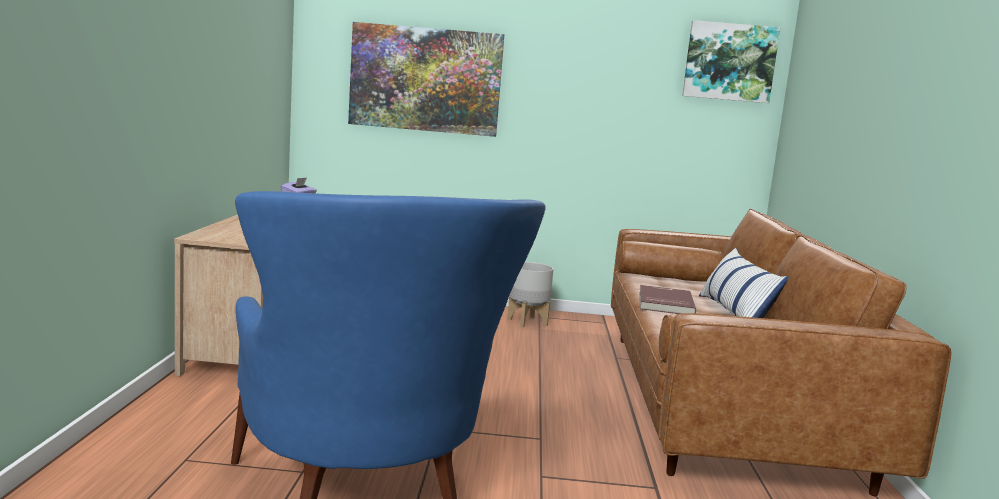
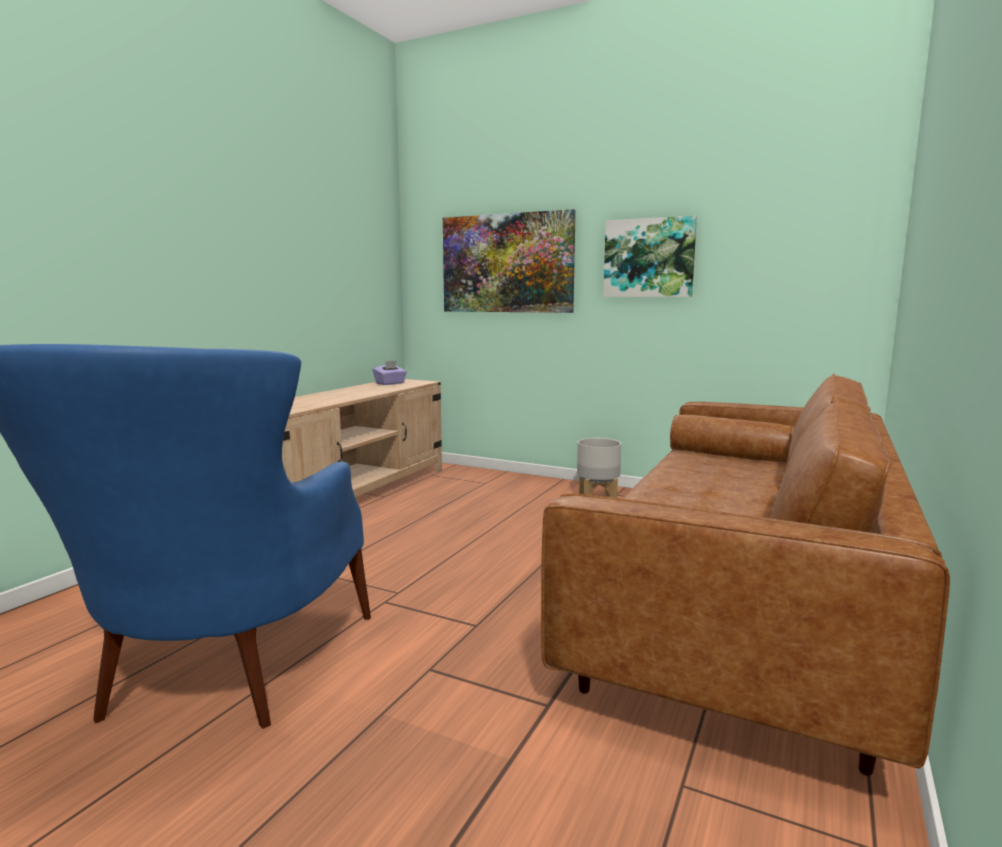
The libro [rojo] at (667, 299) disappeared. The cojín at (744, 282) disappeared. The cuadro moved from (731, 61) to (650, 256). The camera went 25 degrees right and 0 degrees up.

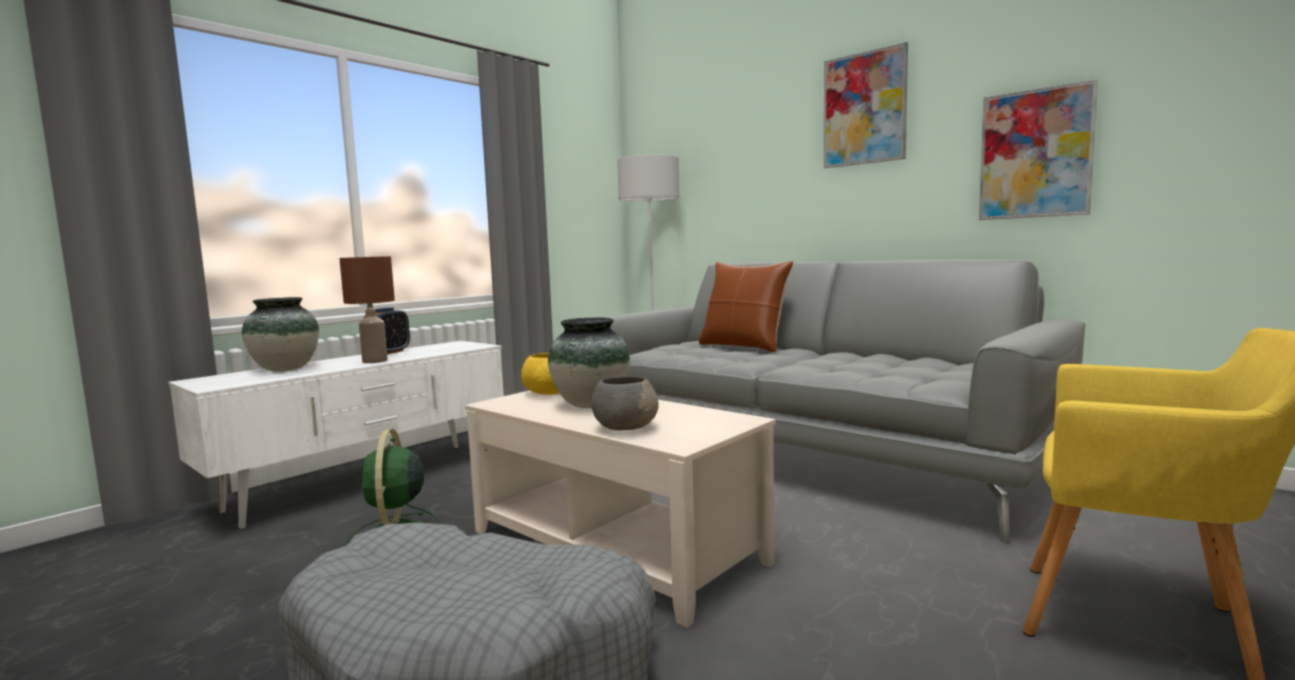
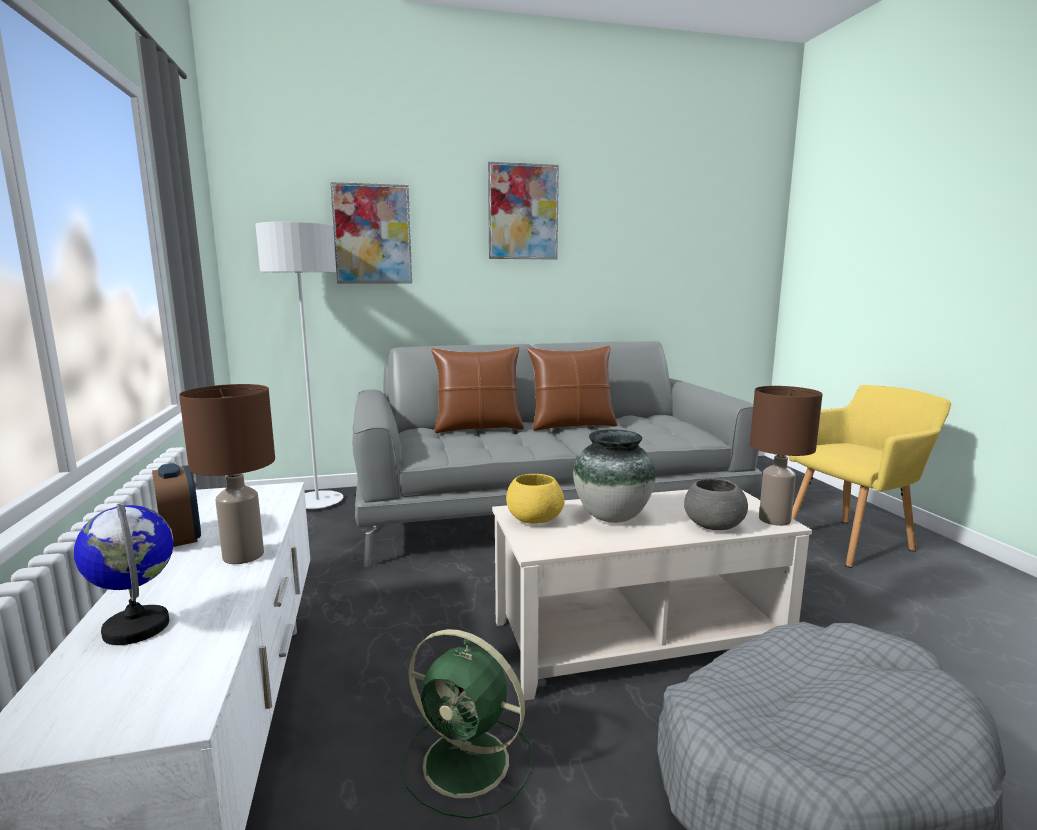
The cojín [marrón] at (572, 388) appeared. The lámpara de mesa [marrón] at (786, 456) appeared. The cuadro moved from (1038, 149) to (371, 232). The florero at (280, 334) was replaced by the globo terráqueo at (124, 574). The camera went 55 degrees left and 5 degrees up.

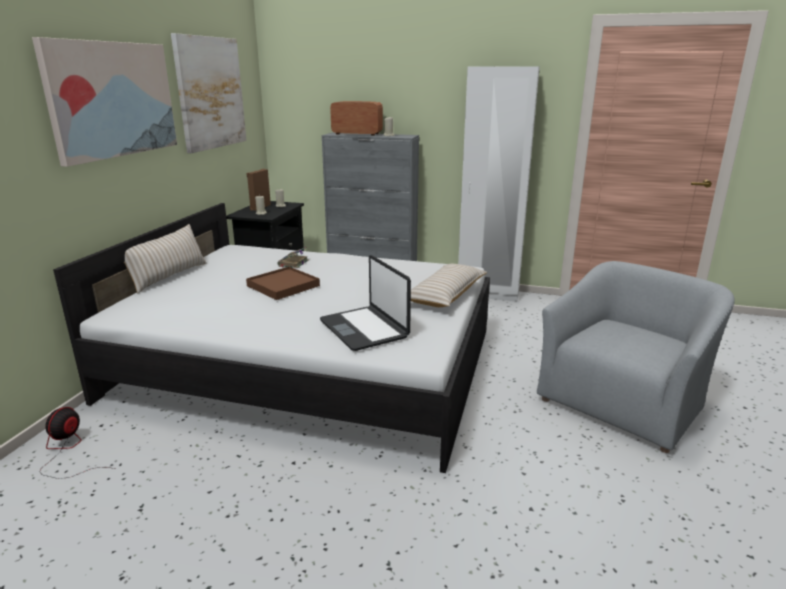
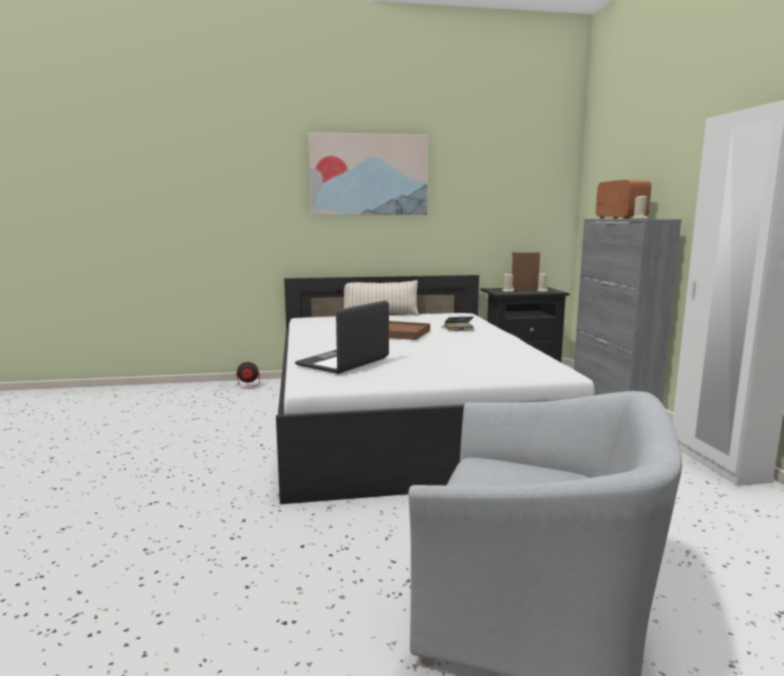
The cuadro at (208, 93) disappeared. The cojín [beis] at (449, 285) disappeared. The camera went 65 degrees right and 10 degrees down.

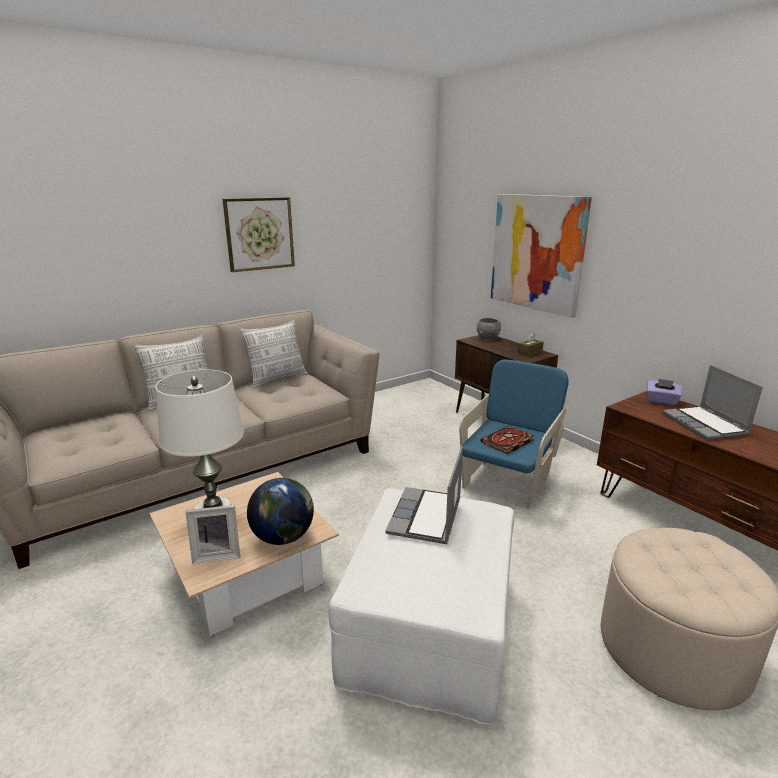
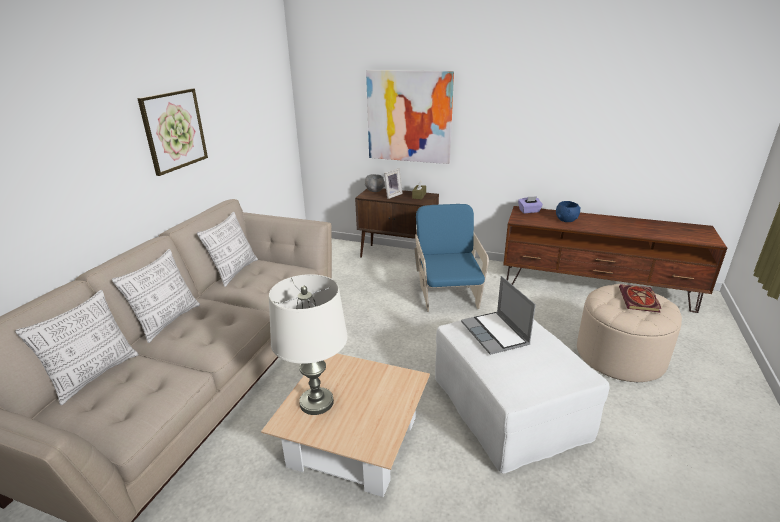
The globo terráqueo at (280, 511) disappeared. The cojín at (77, 347) appeared. The portarretratos moved from (212, 534) to (393, 183). The libro moved from (507, 440) to (640, 298). The portátil at (712, 402) was replaced by the cuenco [azul] at (568, 211). The camera went 35 degrees left and 5 degrees up.

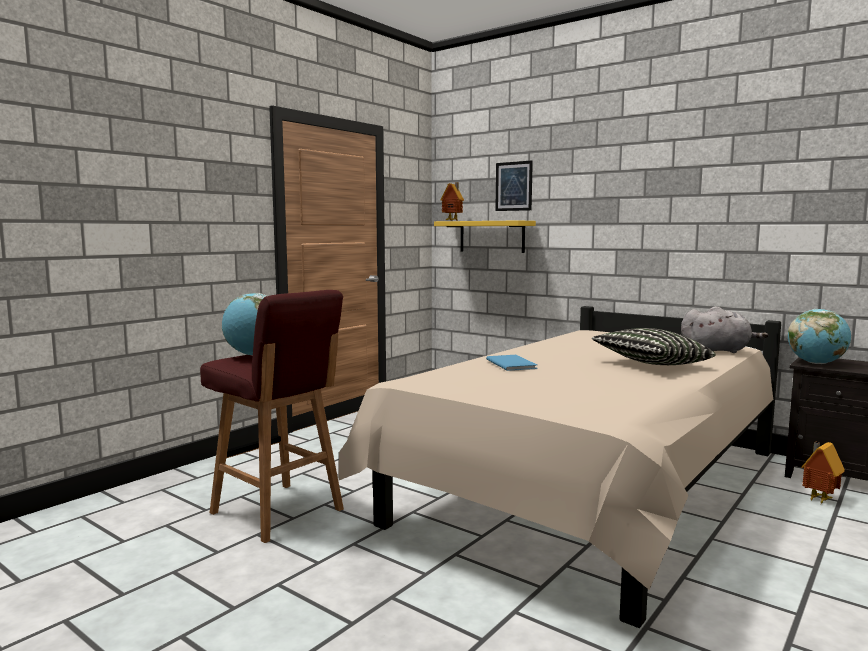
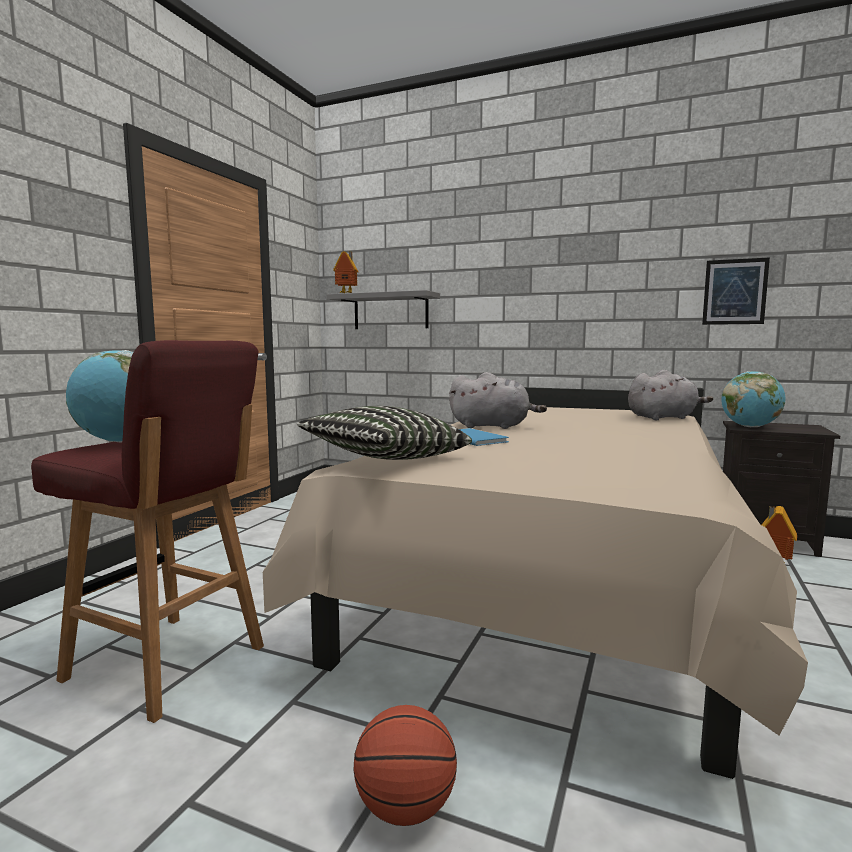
The balón de baloncesto at (405, 765) appeared. The peluche [gris] at (498, 400) appeared. The cuadro moved from (514, 185) to (736, 291). The cojín moved from (654, 346) to (384, 433). The estante [amarillo] at (485, 236) became the estante [gris] at (383, 309). The camera went 15 degrees left and 0 degrees up.

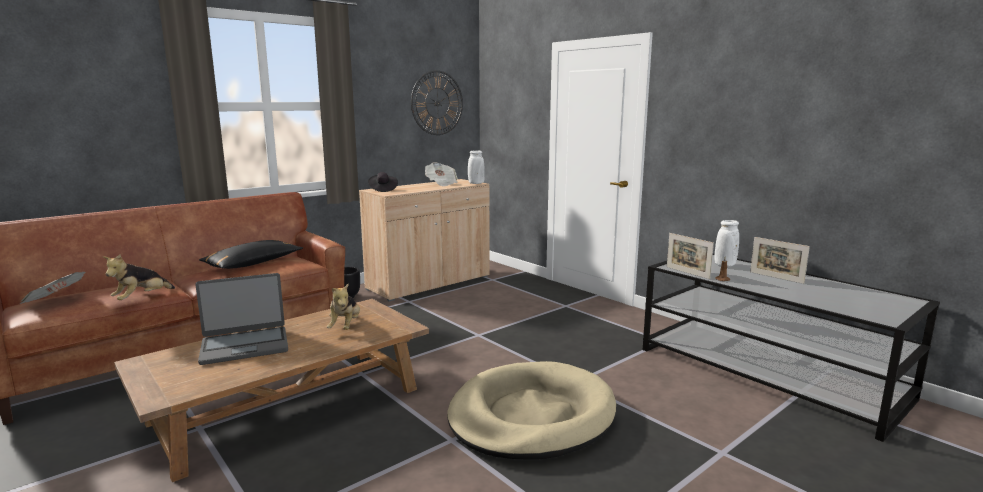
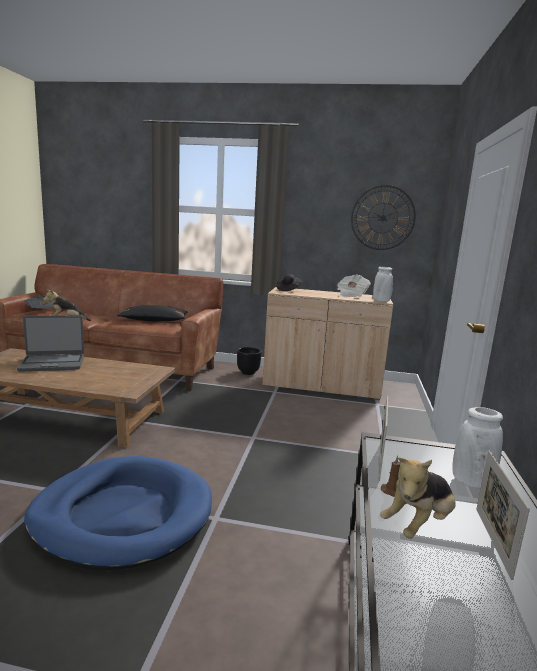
The peluche moved from (343, 306) to (418, 498). The cama para perro [beis] at (531, 410) became the cama para perro [azul] at (118, 513). The portátil at (241, 319) turned 45 degrees counterclockwise. The camera went 50 degrees right and 0 degrees up.

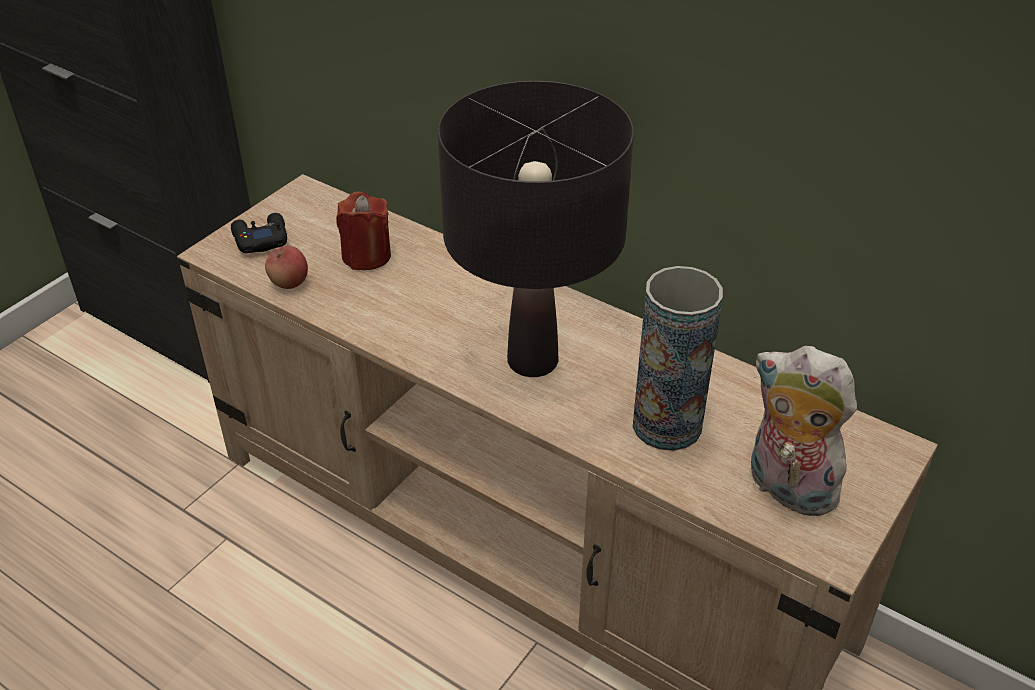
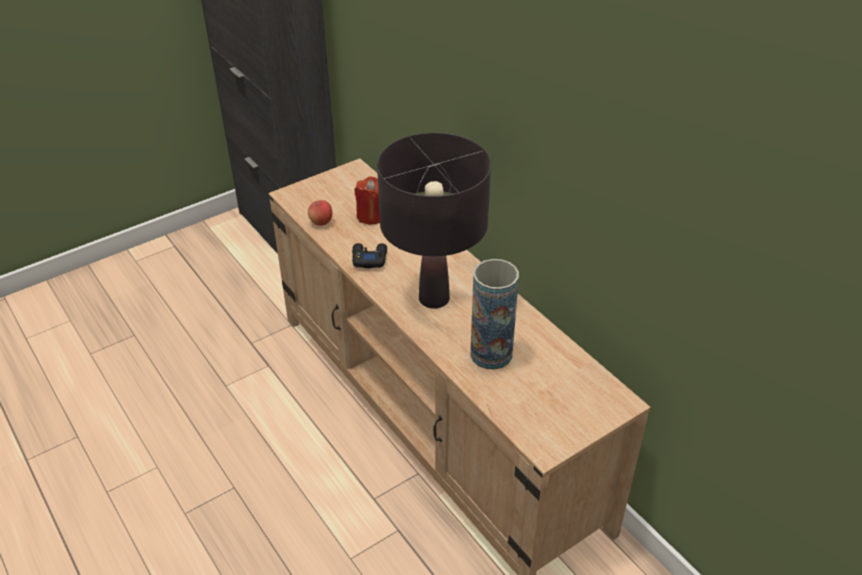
The peluche at (804, 431) disappeared. The mando de consola [negro] moved from (259, 233) to (369, 255). The camera went 20 degrees right and 0 degrees up.

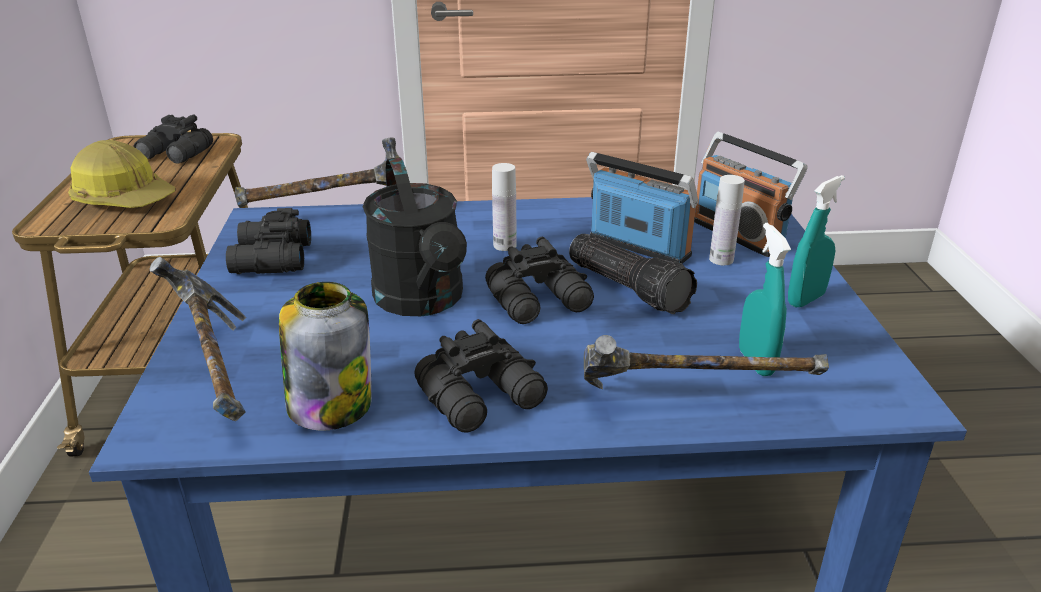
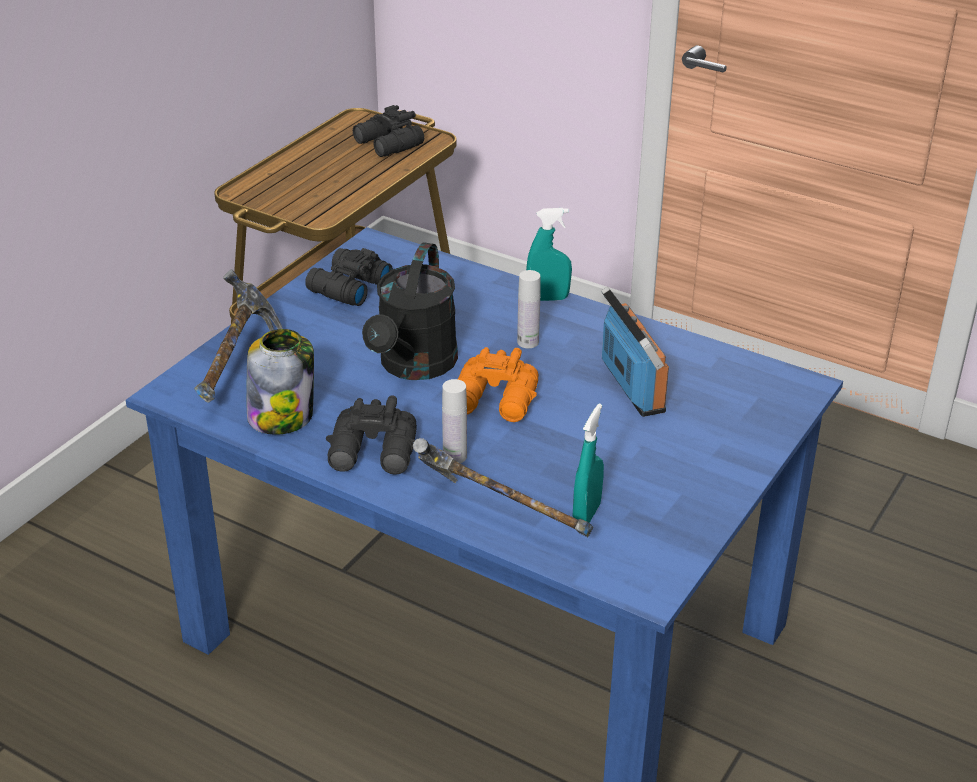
The casco at (121, 174) disappeared. The martillo at (317, 173) disappeared. The linterna at (633, 274) disappeared. The radio at (751, 194) disappeared. The botella [blanco] moved from (727, 220) to (454, 421). The pulverizador [turquesa] moved from (816, 241) to (549, 254). The prismáticos [negro] at (539, 280) became the prismáticos [naranja] at (498, 384). The camera went 35 degrees right and 5 degrees up.

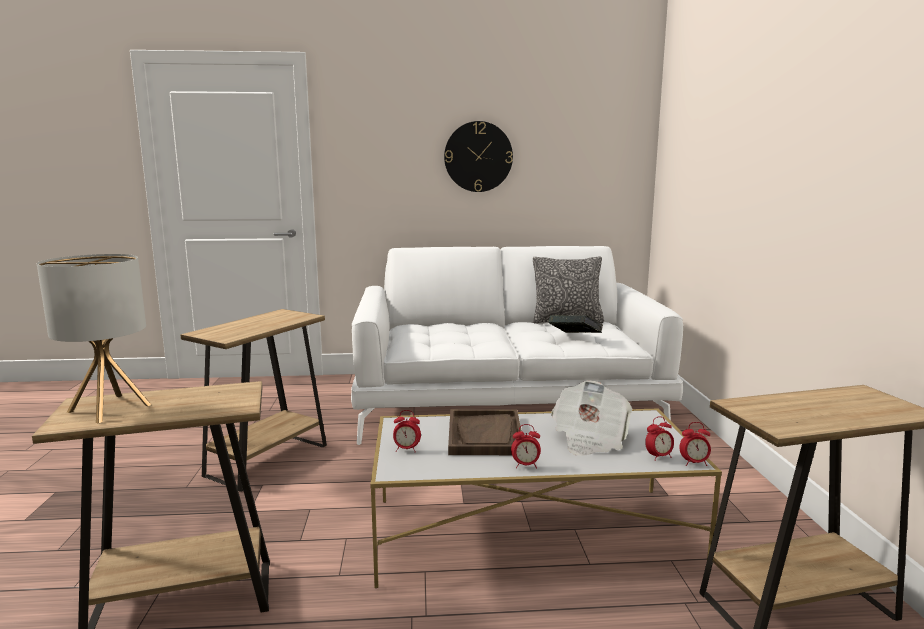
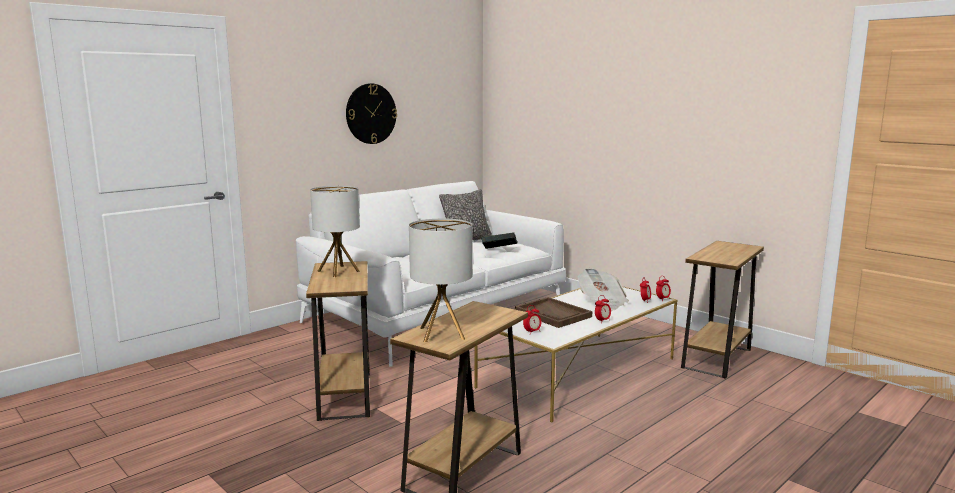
The lámpara de mesa at (335, 231) appeared. The camera went 40 degrees left and 0 degrees up.

